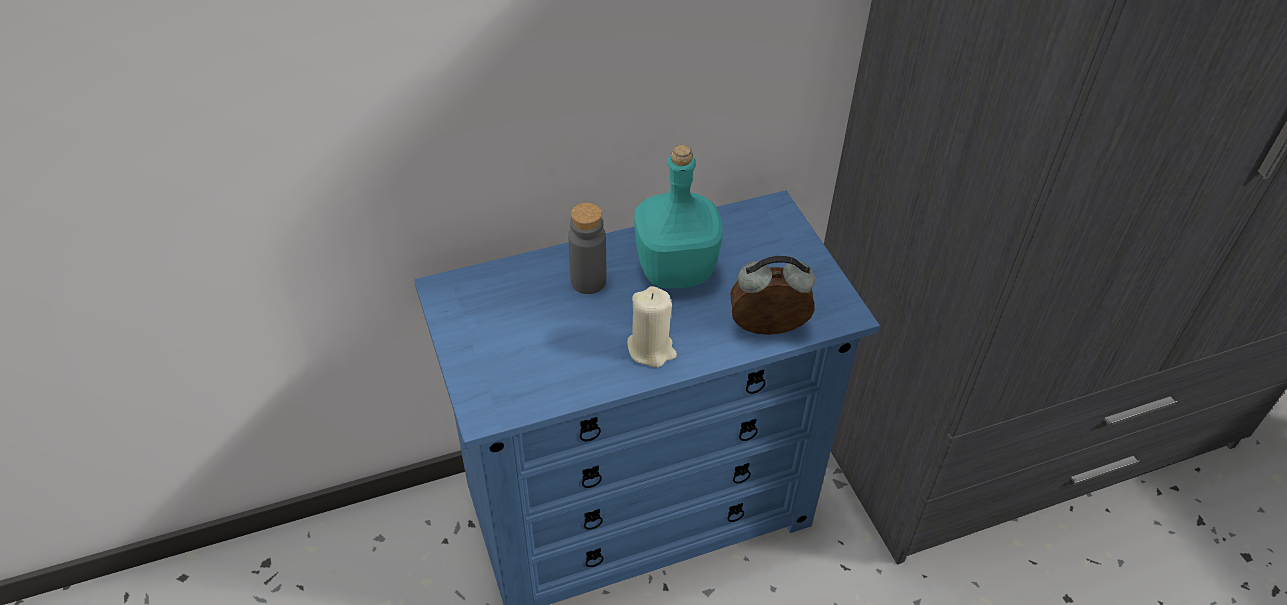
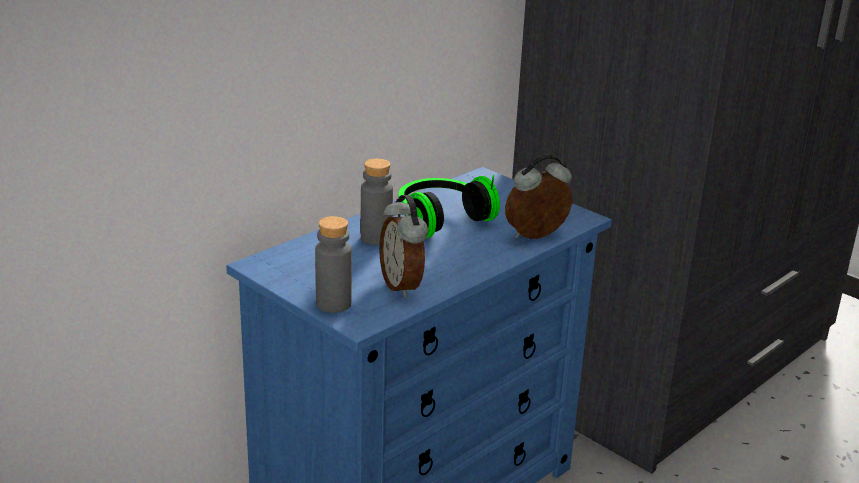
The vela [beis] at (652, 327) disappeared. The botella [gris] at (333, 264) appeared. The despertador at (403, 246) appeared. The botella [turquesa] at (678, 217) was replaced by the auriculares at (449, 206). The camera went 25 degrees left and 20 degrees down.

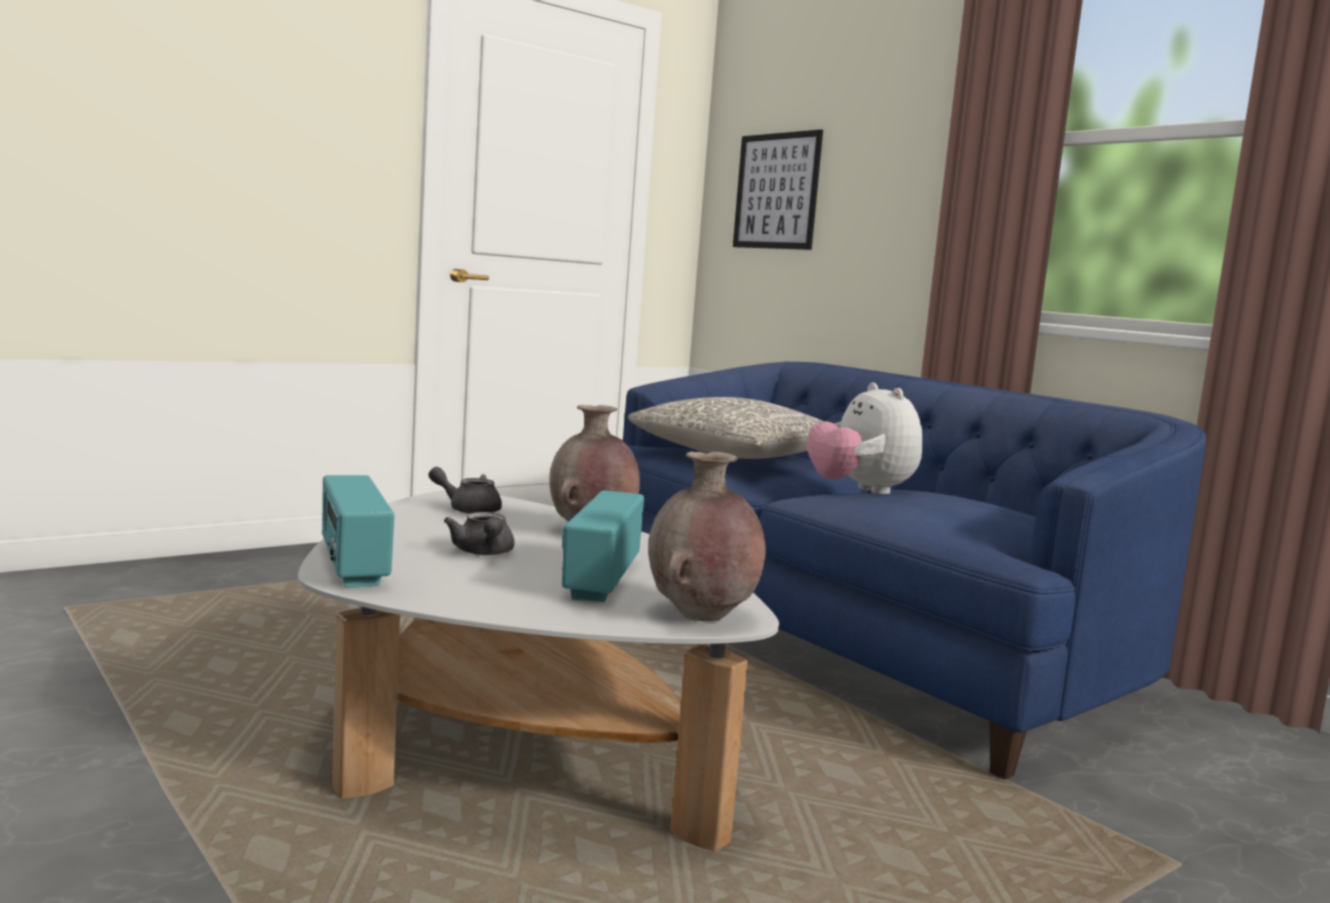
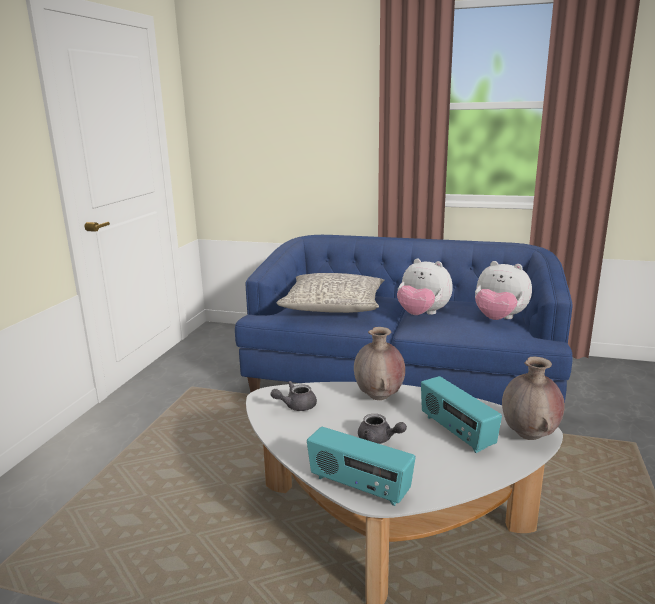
The cuadro at (778, 189) disappeared. The peluche at (503, 290) appeared. The camera went 35 degrees left and 10 degrees up.

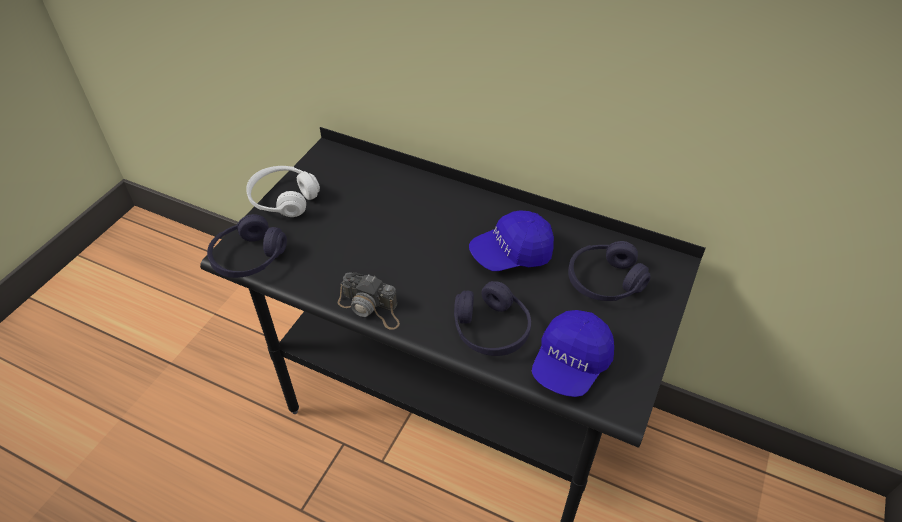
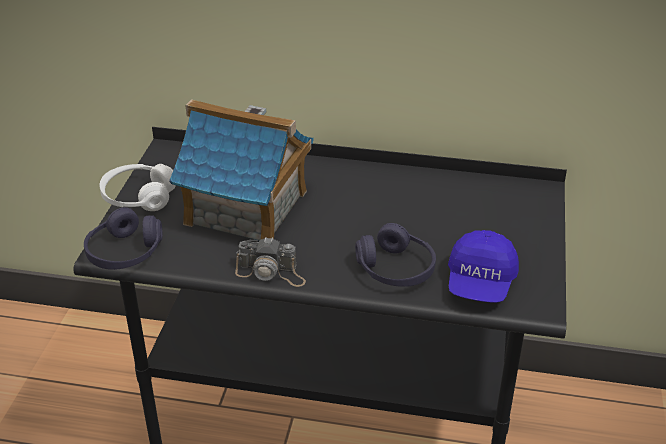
The gorra [azul] at (511, 240) disappeared. The auriculares [morado] at (609, 271) disappeared. The casita at (241, 169) appeared. The camera went 15 degrees left and 10 degrees down.

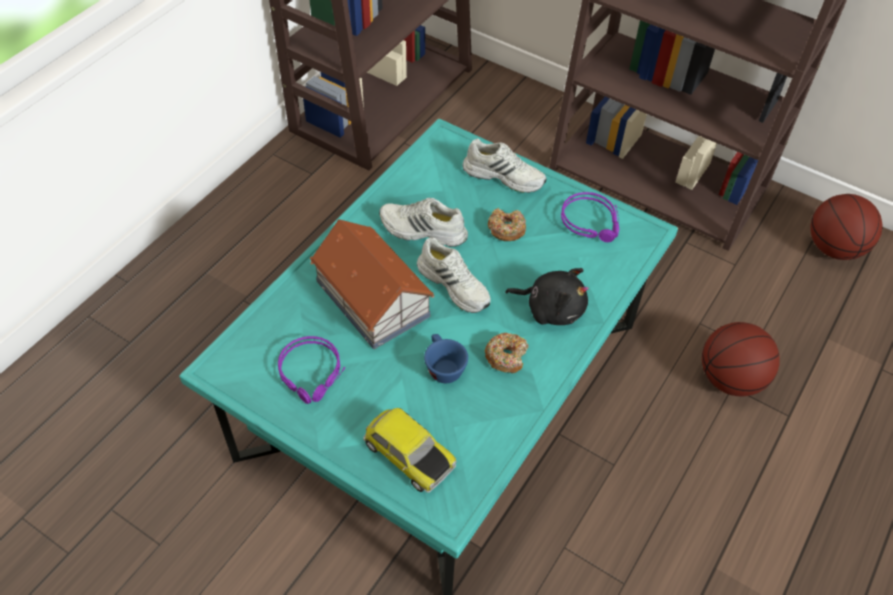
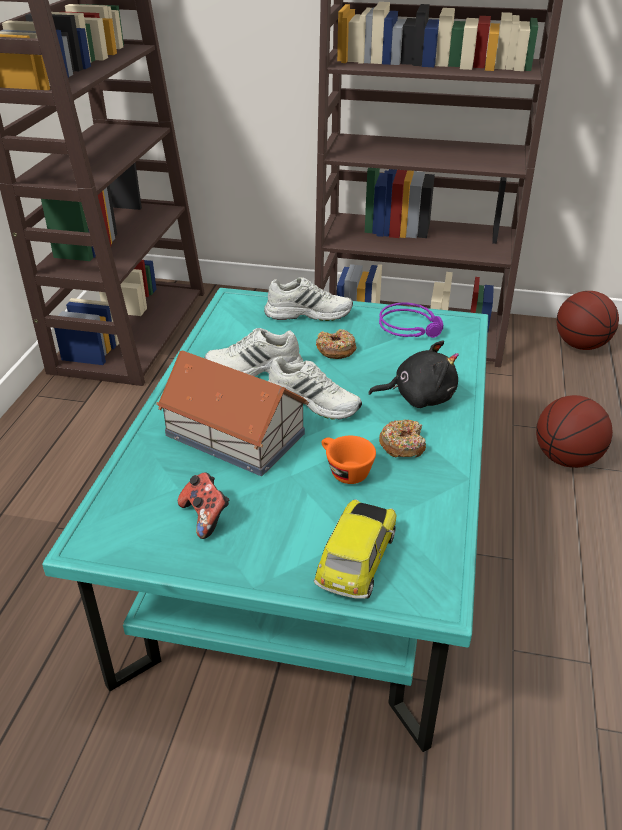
The auriculares [morado] at (311, 370) was replaced by the mando de consola at (203, 505). The taza [azul] at (446, 358) became the taza [naranja] at (348, 460). The coche de juguete at (410, 450) turned 90 degrees counterclockwise. The camera went 20 degrees left and 15 degrees down.

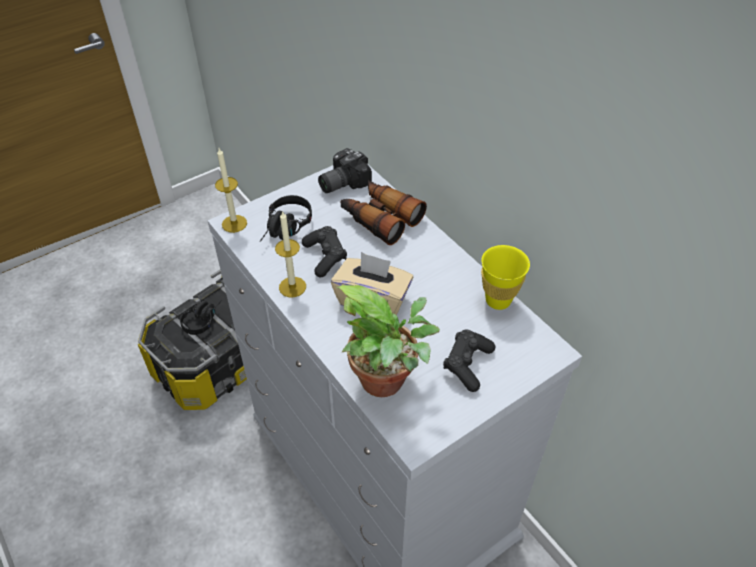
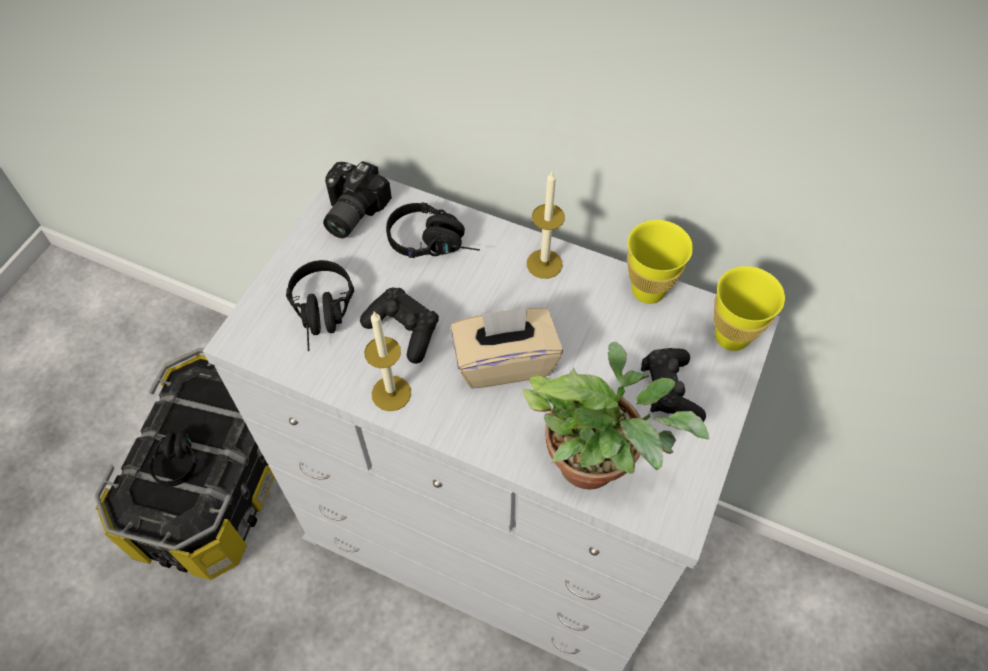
The taza [amarillo] at (749, 308) appeared. The vela moved from (231, 190) to (546, 224). The prismáticos at (384, 212) was replaced by the auriculares [negro] at (433, 230). The camera went 30 degrees left and 10 degrees up.

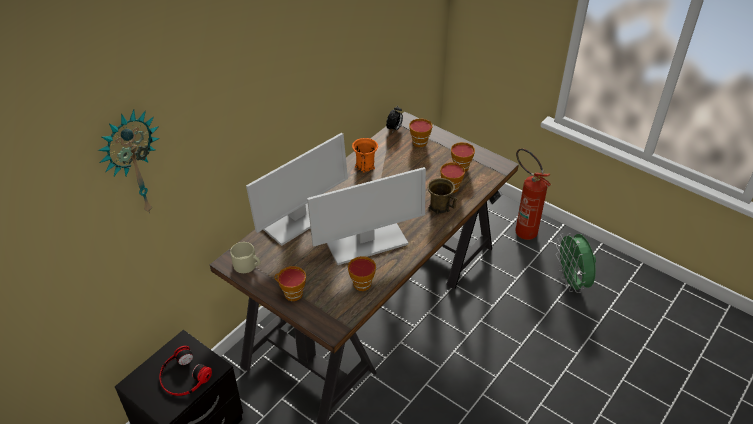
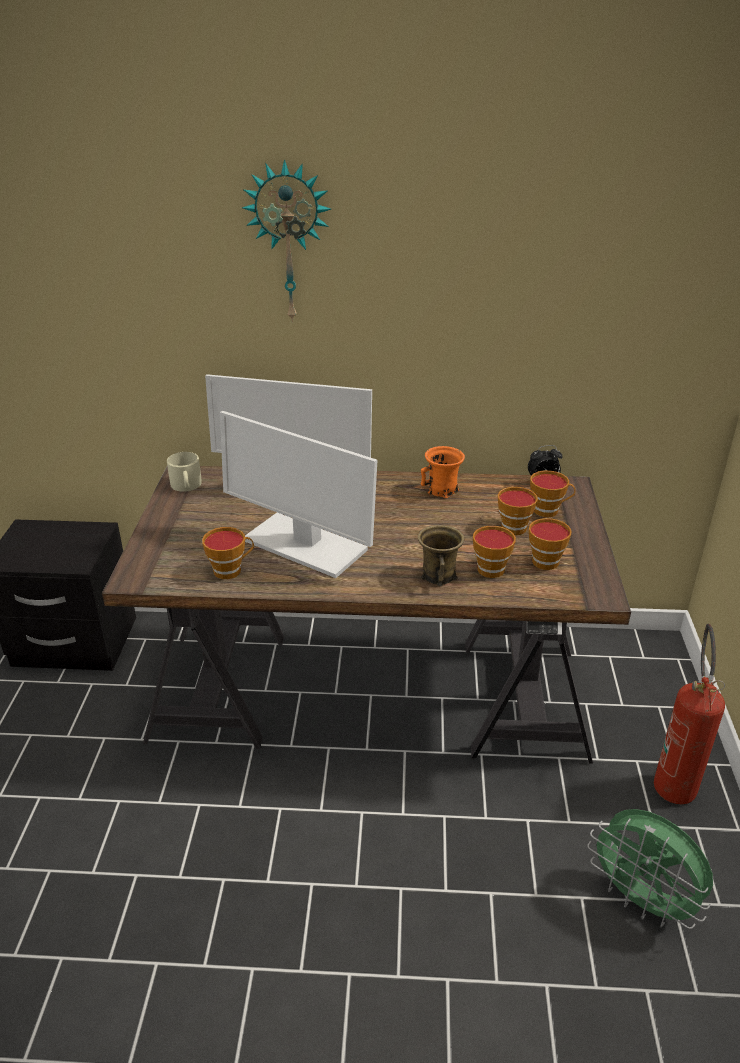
The auriculares at (185, 371) disappeared. The reloj de pared moved from (129, 161) to (286, 241). The taza moved from (290, 283) to (518, 511). The ventilador [verde] at (576, 263) turned 90 degrees counterclockwise. The camera went 55 degrees right and 10 degrees down.

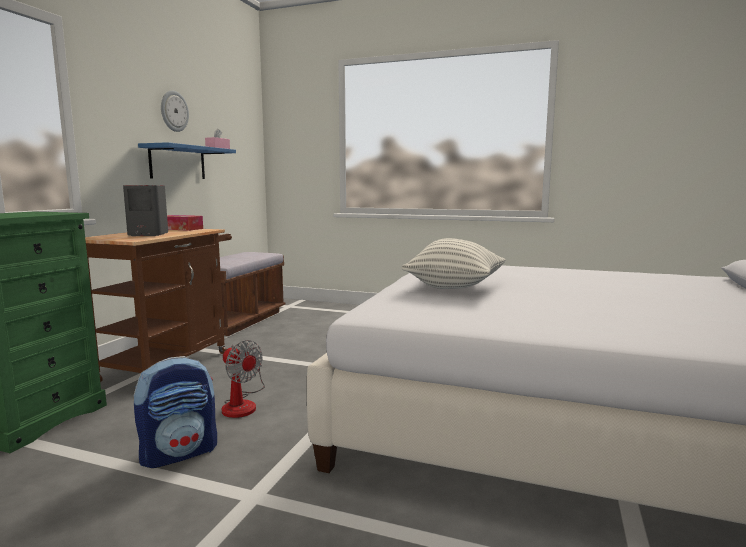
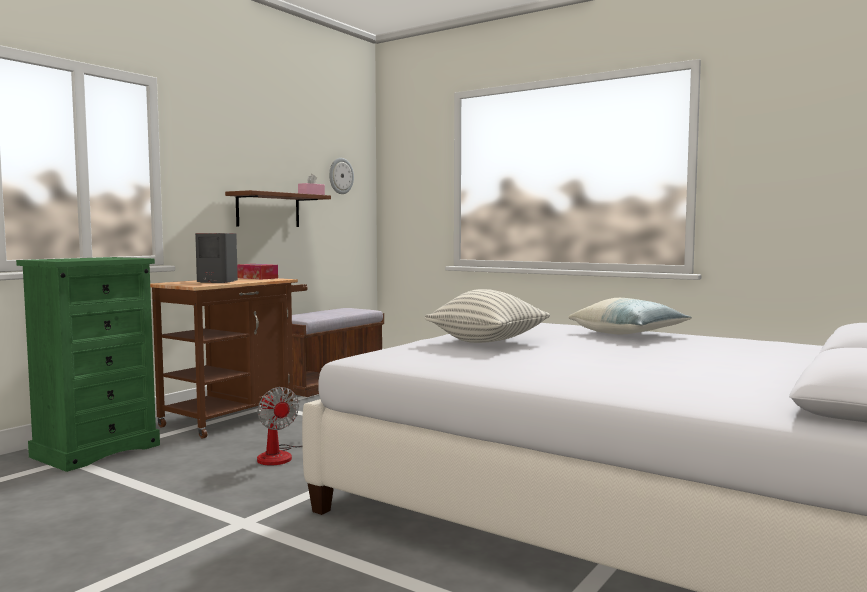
The mochila at (175, 412) disappeared. The cojín at (630, 316) appeared. The reloj de pared moved from (175, 111) to (341, 176). The estante [azul] at (187, 160) became the estante [marrón] at (278, 208). The camera went 15 degrees right and 5 degrees down.

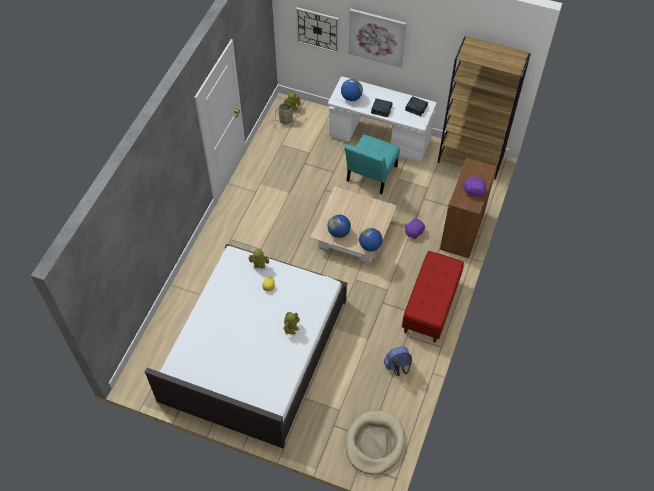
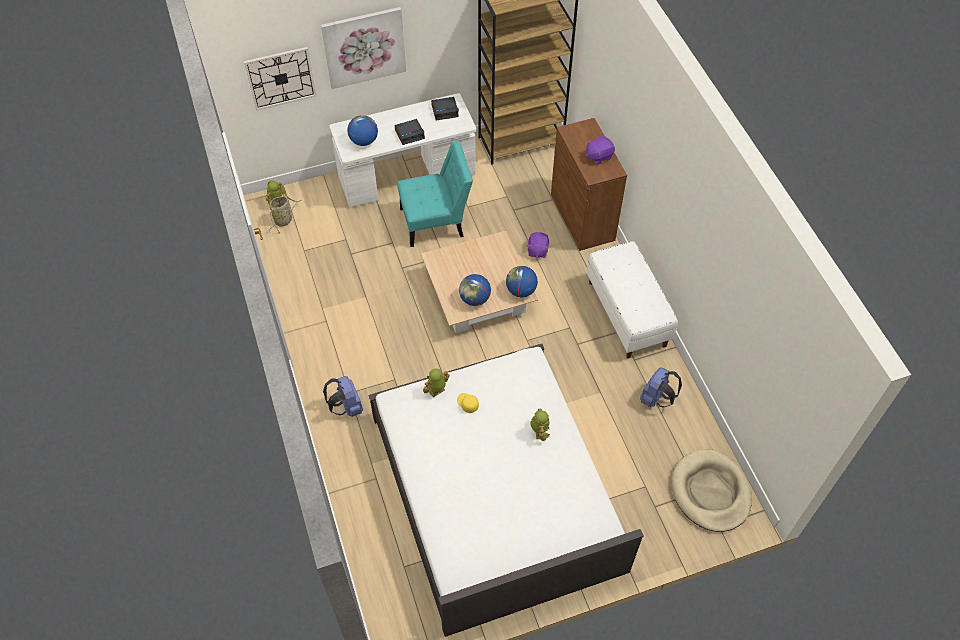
The mochila [azul] at (343, 396) appeared. The banco [rojo] at (433, 297) became the banco [blanco] at (632, 300). The silla [turquesa] at (372, 164) turned 90 degrees counterclockwise. The camera went 40 degrees left and 0 degrees up.

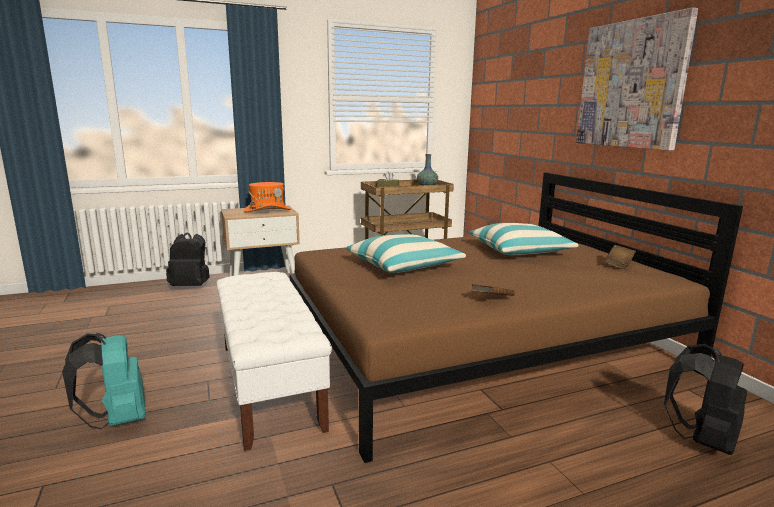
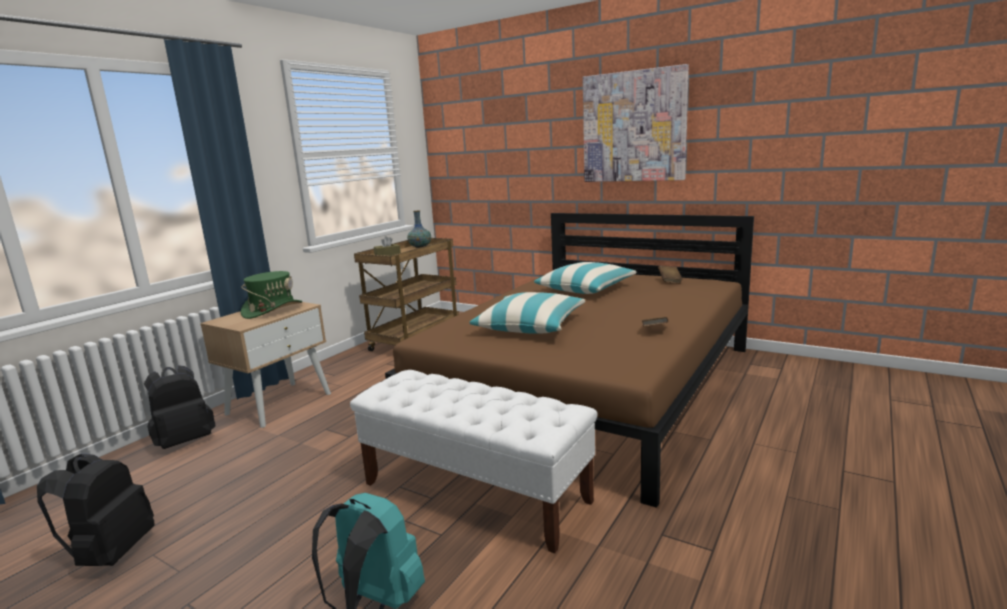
The mochila [negro] moved from (705, 399) to (96, 510). The sombrero [naranja] at (267, 197) became the sombrero [verde] at (271, 295). The camera went 35 degrees left and 0 degrees up.

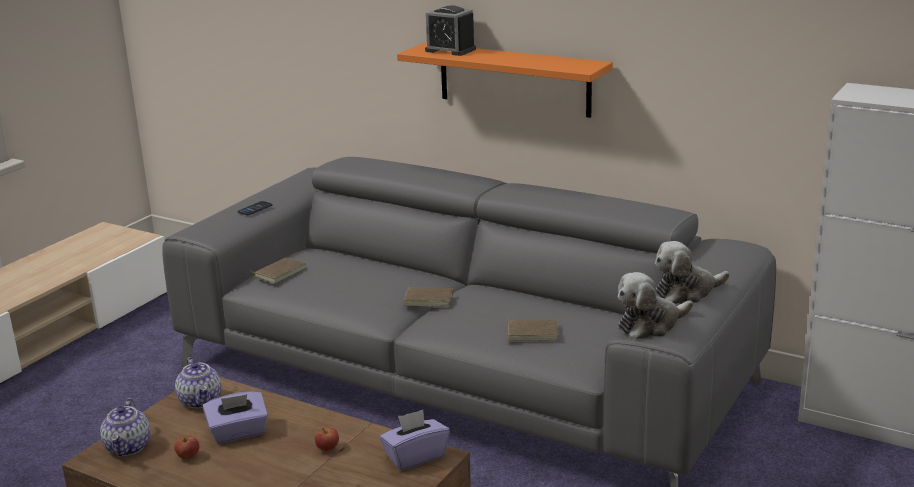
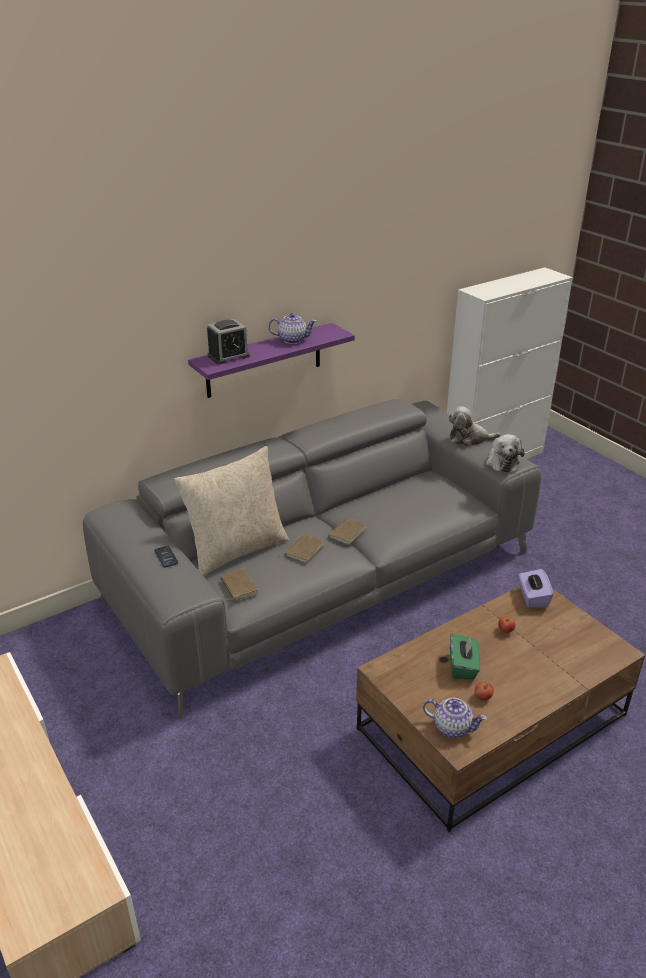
The cojín [beis] at (231, 511) appeared. The tetera moved from (198, 383) to (292, 328). The libro [marrón] moved from (532, 328) to (301, 549). The caja de pañuelos [morado] at (235, 417) became the caja de pañuelos [verde] at (465, 656). The estante [naranja] at (505, 80) became the estante [morado] at (271, 360). The peluche at (692, 272) turned 90 degrees clockwise. The camera went 65 degrees left and 10 degrees up.

